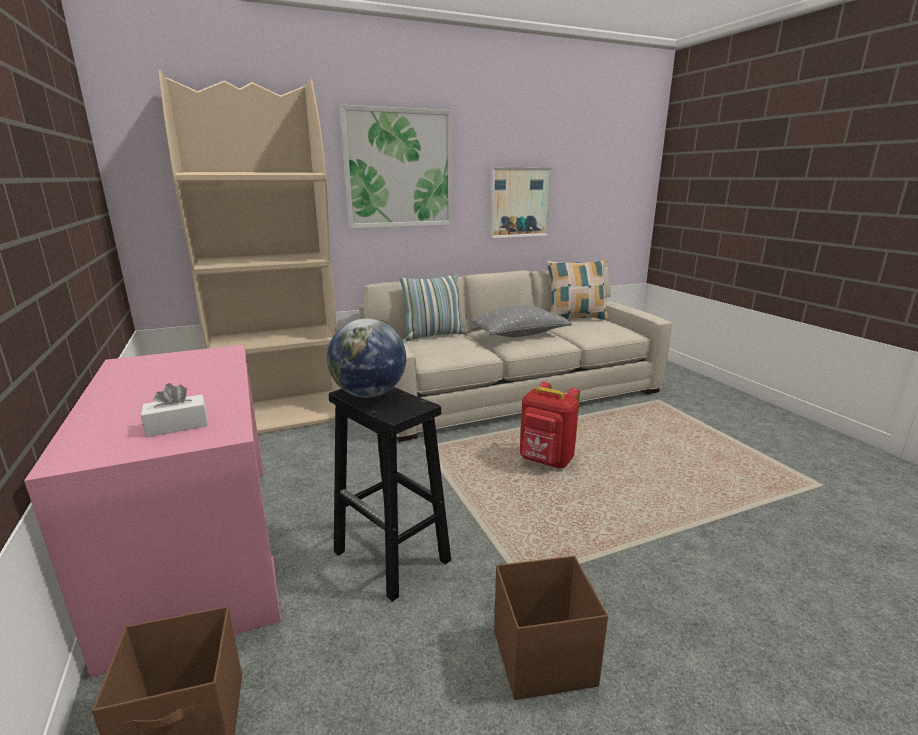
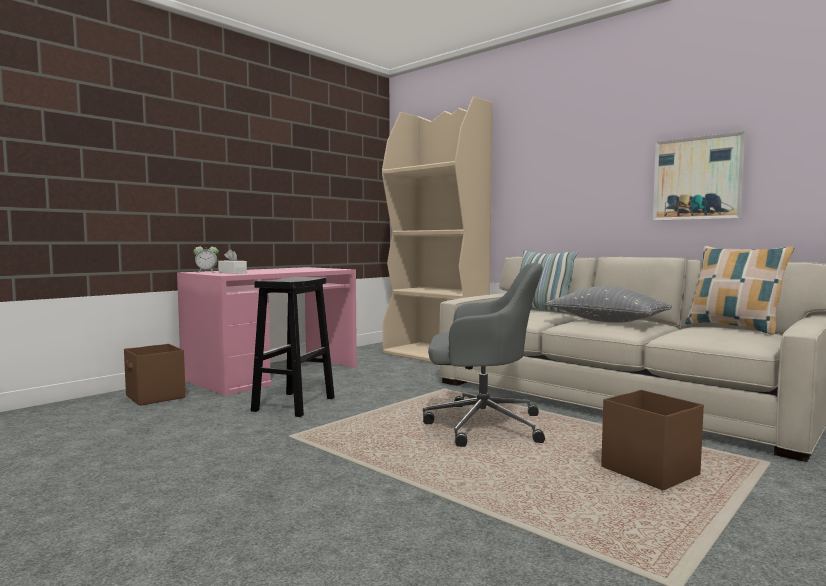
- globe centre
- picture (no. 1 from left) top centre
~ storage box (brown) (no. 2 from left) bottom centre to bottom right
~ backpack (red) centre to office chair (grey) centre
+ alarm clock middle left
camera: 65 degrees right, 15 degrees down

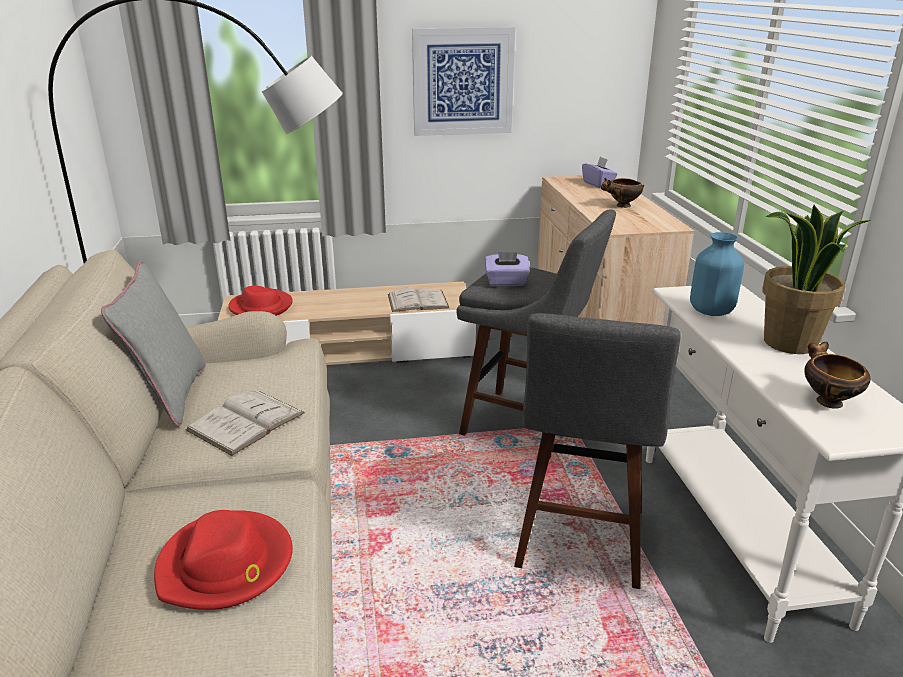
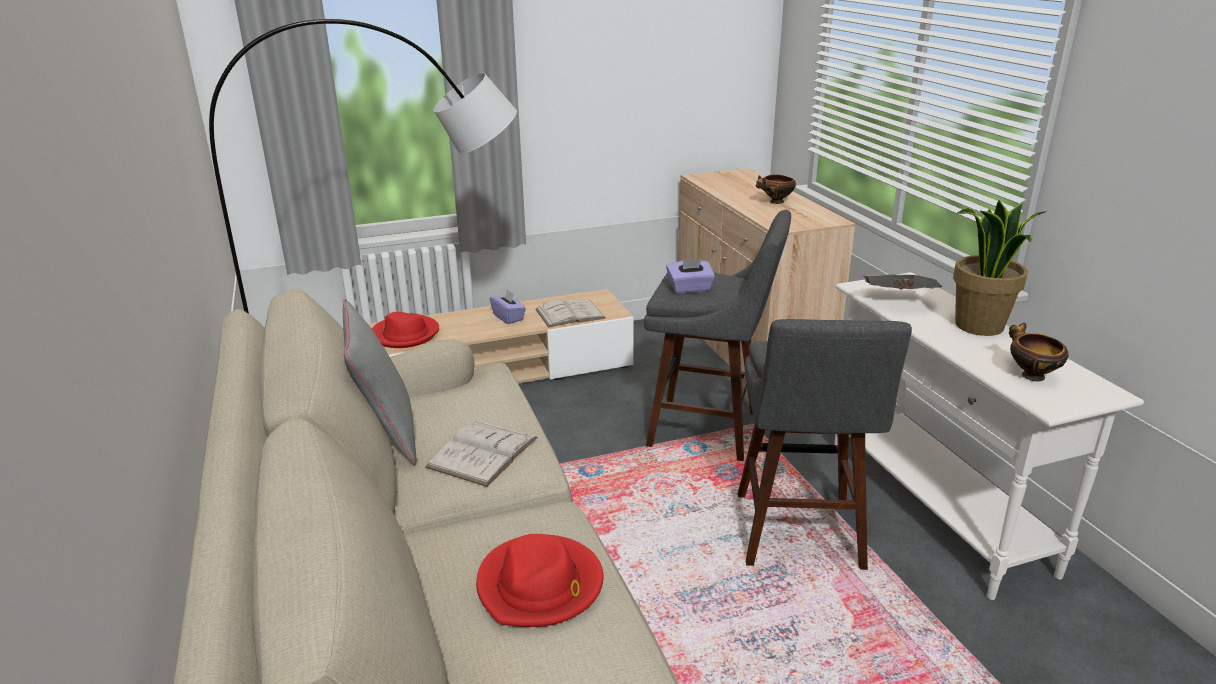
- picture top centre
~ tissue box (purple) (no. 2 from left in the first image) top centre to tissue box (purple) (no. 1 from left) centre
~ vase (blue) middle right to newspaper middle right
camera: 10 degrees left, 0 degrees up

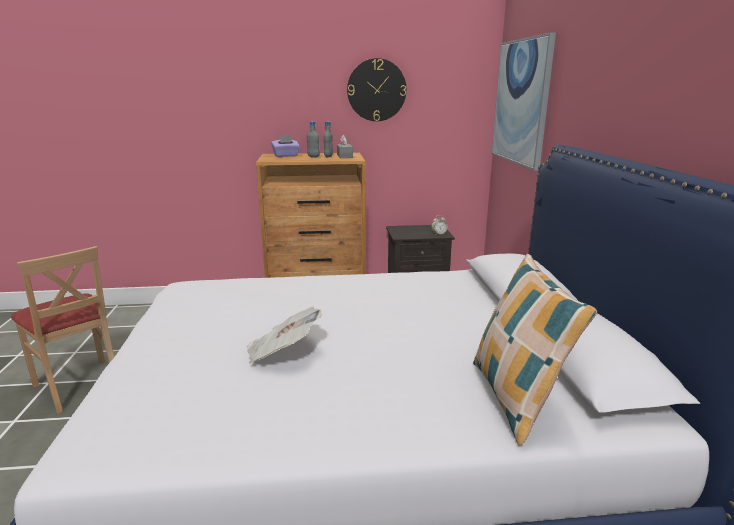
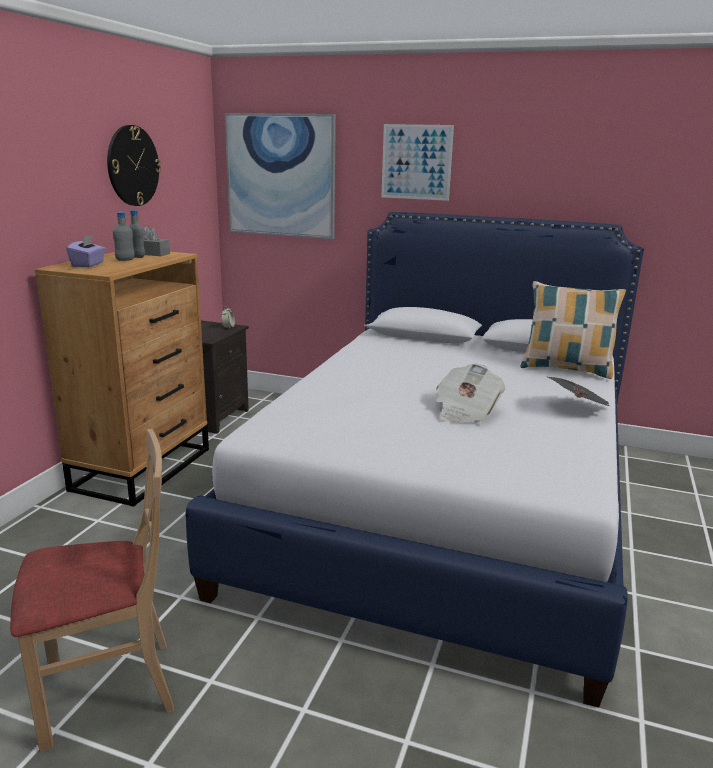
+ picture (no. 2 from left) top centre
+ newspaper (no. 2 from left) middle right
camera: 65 degrees left, 0 degrees up

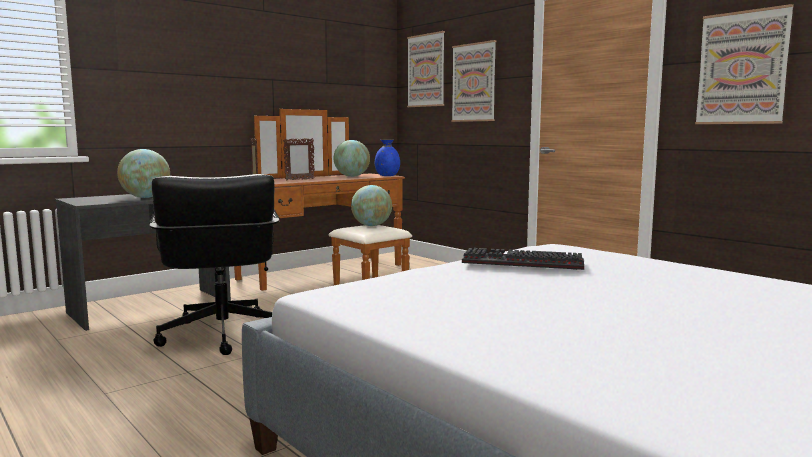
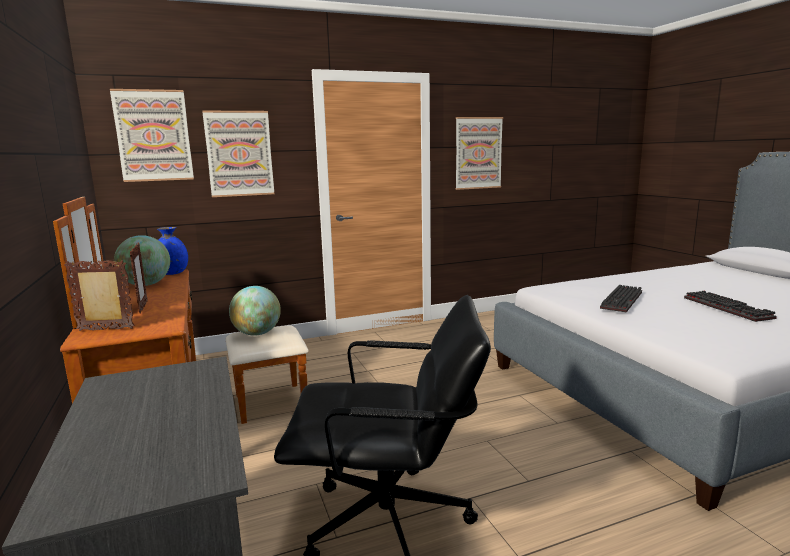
- globe (no. 1 from left) middle left
+ keyboard (no. 2 from left) middle right
camera: 70 degrees left, 5 degrees up

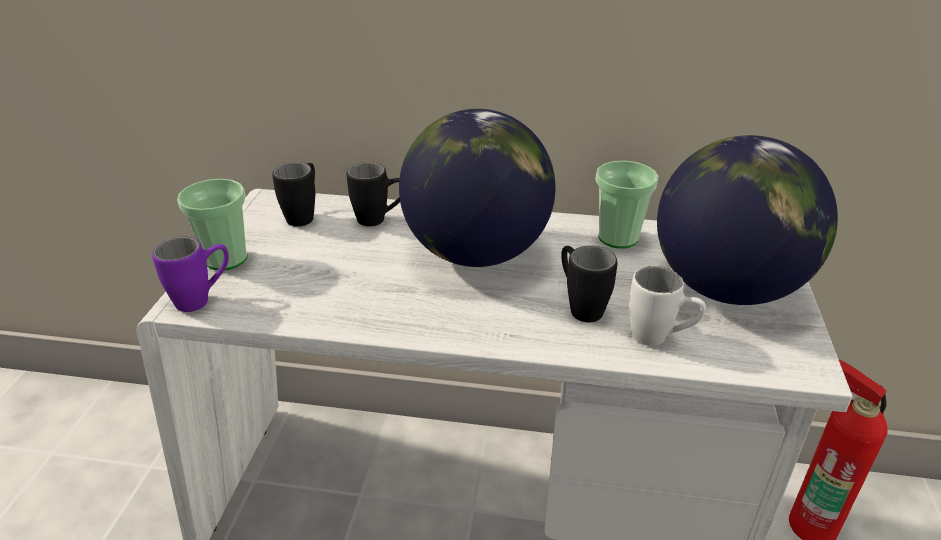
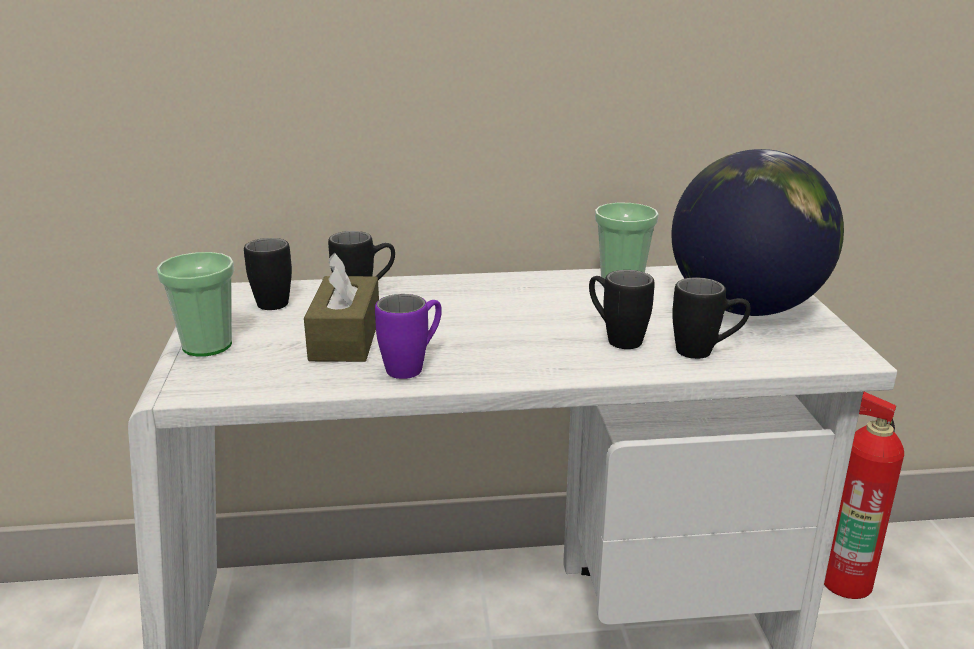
~ mug (purple) middle left to centre
- globe (no. 1 from left) centre
~ mug (white) middle right to mug (black) (no. 4 from left) middle right
+ tissue box (brown) centre
camera: 15 degrees left, 10 degrees down

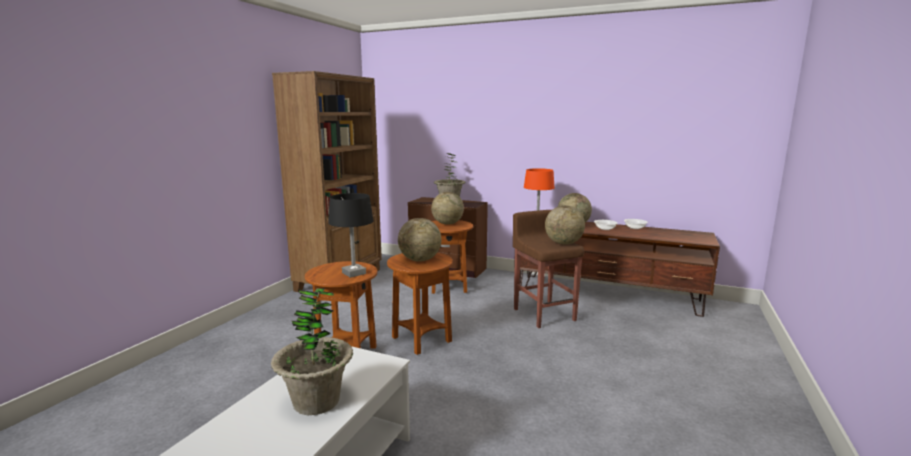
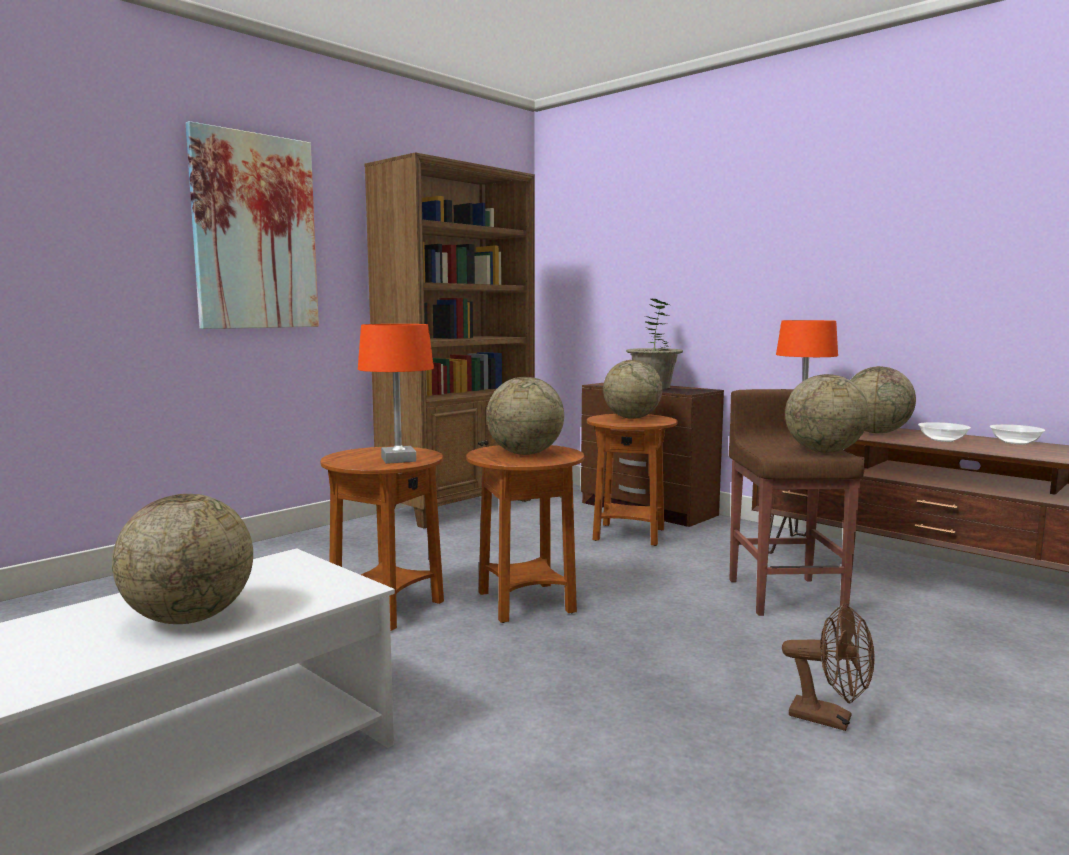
~ potted plant (no. 1 from left) bottom centre to globe (no. 1 from left) middle left
~ table lamp (black) centre to table lamp (orange) (no. 1 from left) centre
+ picture top left
+ fan (brown) bottom right
camera: 20 degrees right, 5 degrees down

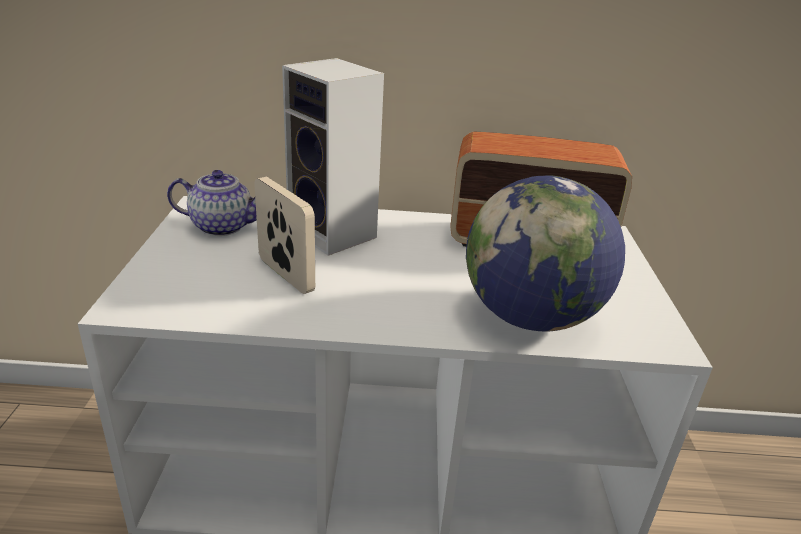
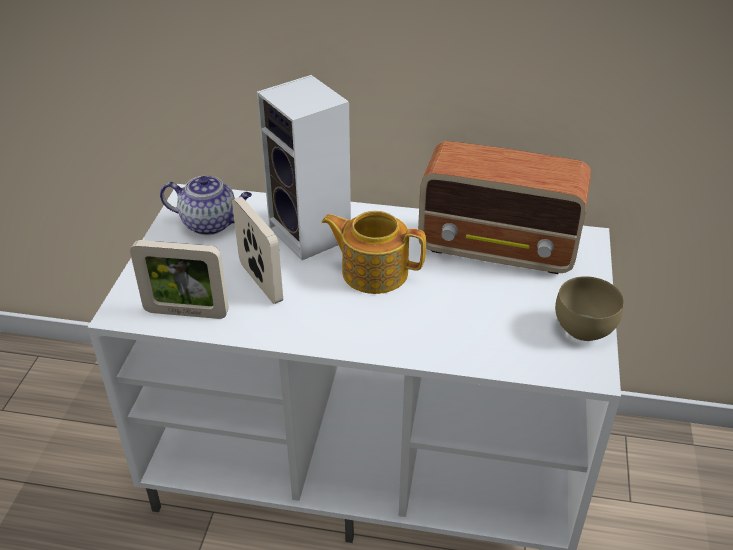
- globe middle right
+ picture frame (no. 1 from left) middle left
+ teapot (no. 2 from left) centre
+ bowl (brown) middle right
camera: 10 degrees right, 10 degrees up

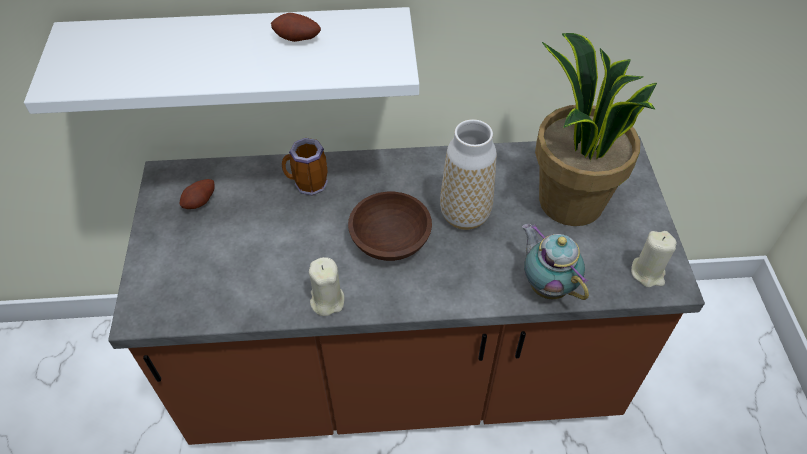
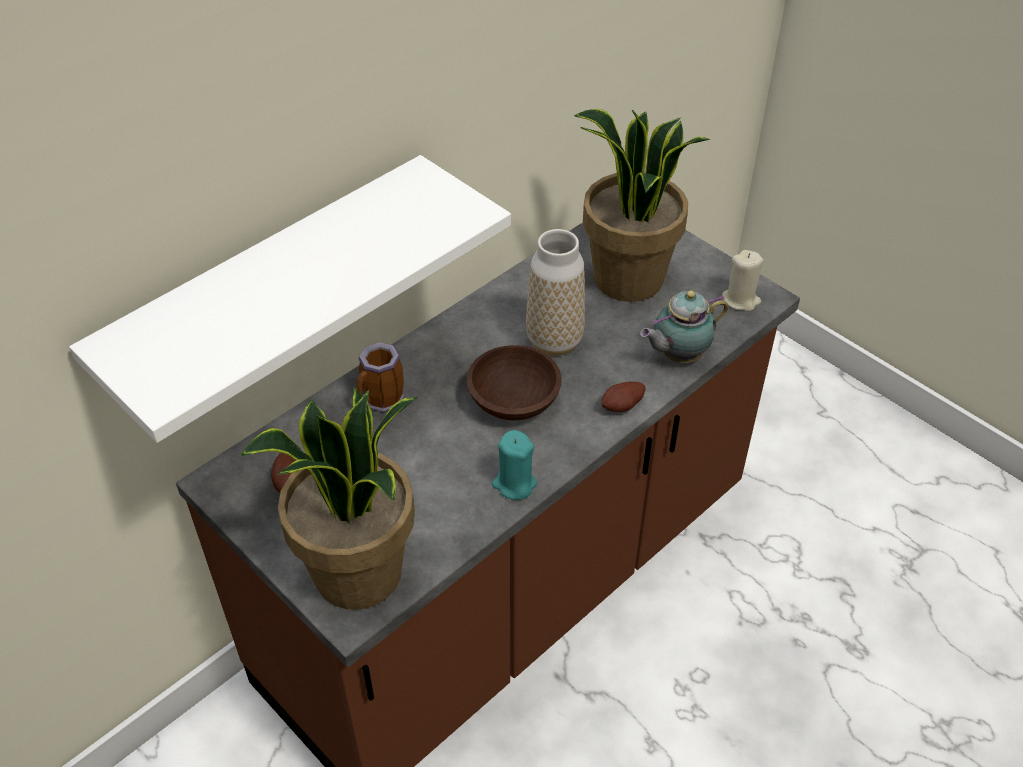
~ potato (no. 2 from left) top centre to centre
~ candle (beige) (no. 1 from left) centre to candle (turquoise) centre
~ teapot middle right = middle right 45 degrees counterclockwise
+ potted plant (no. 1 from left) middle left
camera: 40 degrees left, 5 degrees down

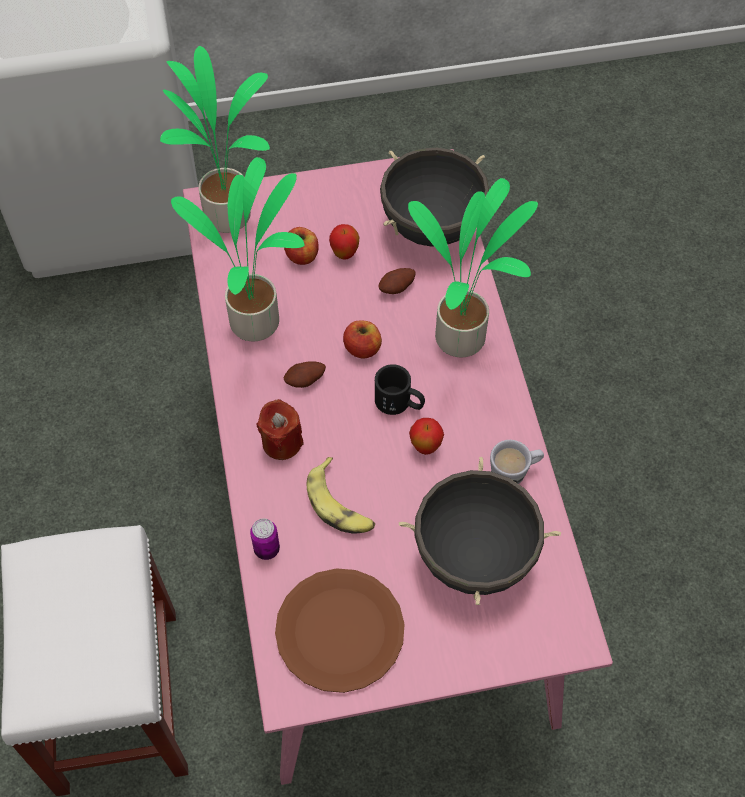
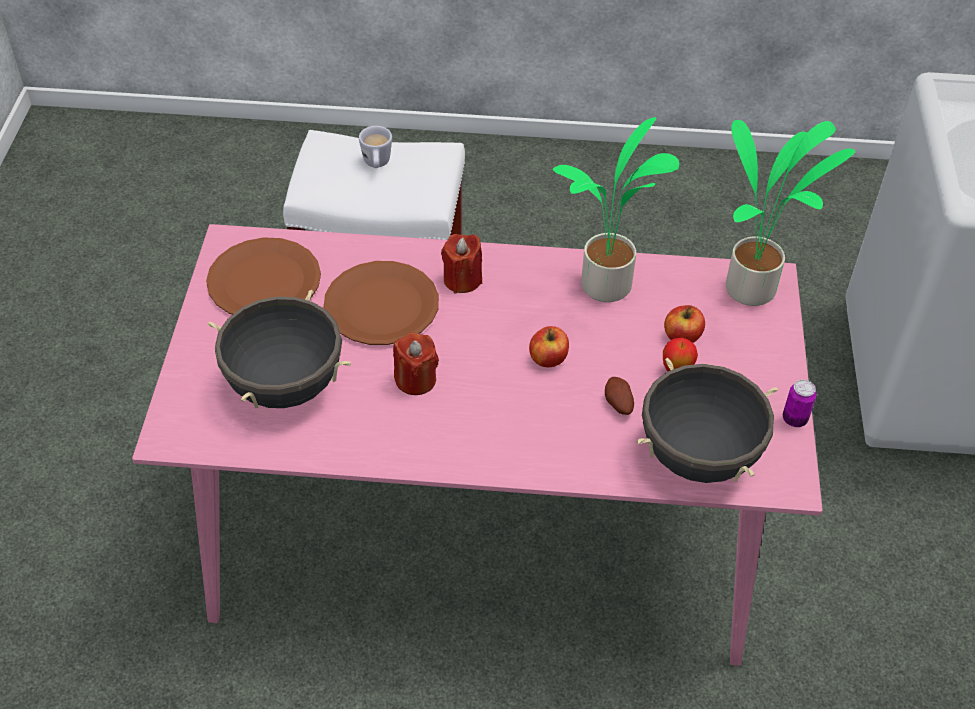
~ can bottom centre to middle right
- potato (no. 1 from left) centre
~ banana centre to plate (brown) (no. 2 from left) centre
- mug (black) centre
- potted plant (no. 3 from left) centre
~ apple (no. 4 from left) centre to candle (red) (no. 1 from left) centre
~ mug (white) middle right to top centre
camera: 105 degrees right, 10 degrees down

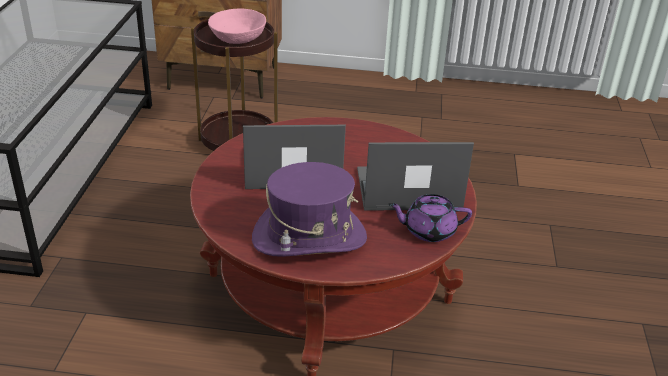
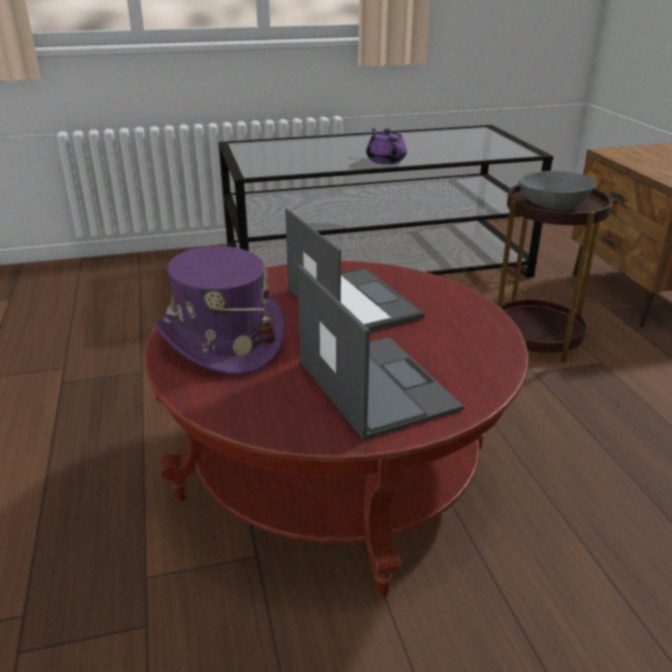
~ bowl (pink) top centre to bowl (grey) top right
~ teapot (purple) centre to top centre
camera: 70 degrees right, 5 degrees down

